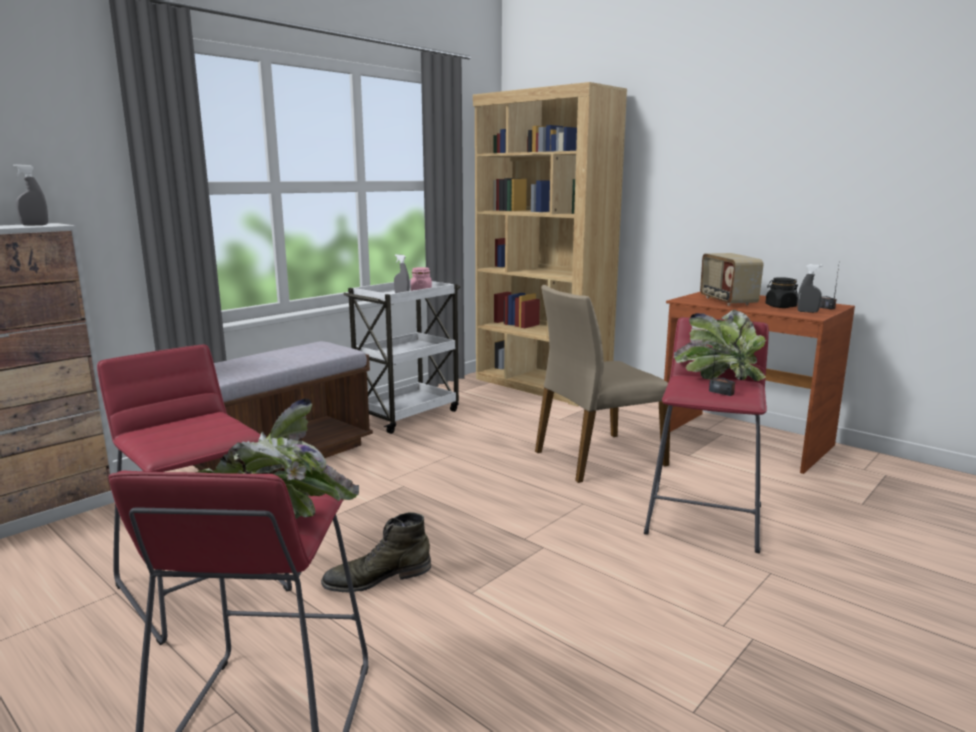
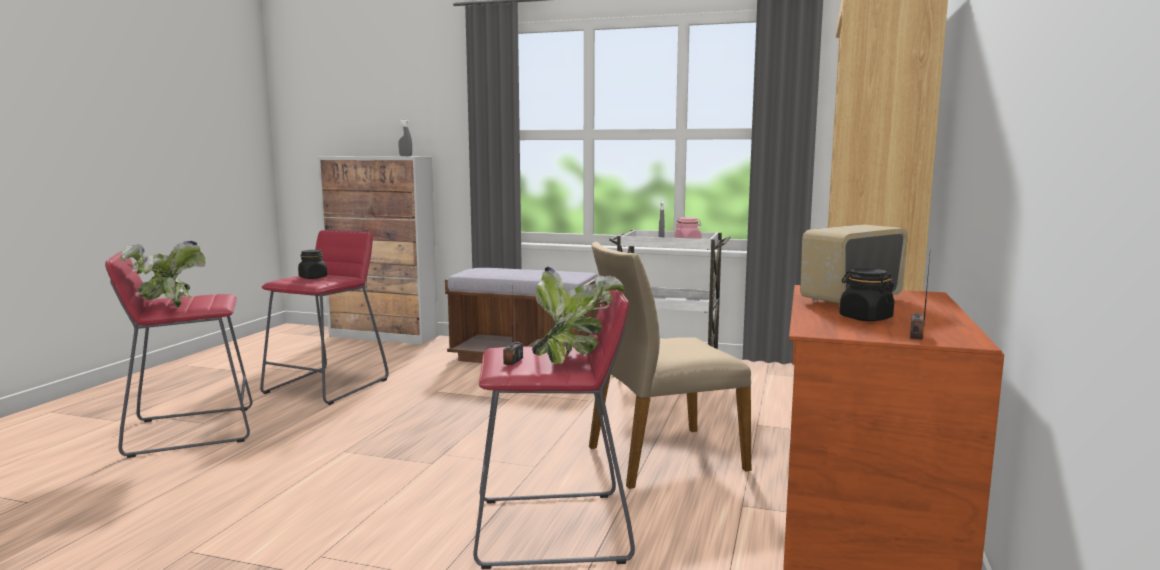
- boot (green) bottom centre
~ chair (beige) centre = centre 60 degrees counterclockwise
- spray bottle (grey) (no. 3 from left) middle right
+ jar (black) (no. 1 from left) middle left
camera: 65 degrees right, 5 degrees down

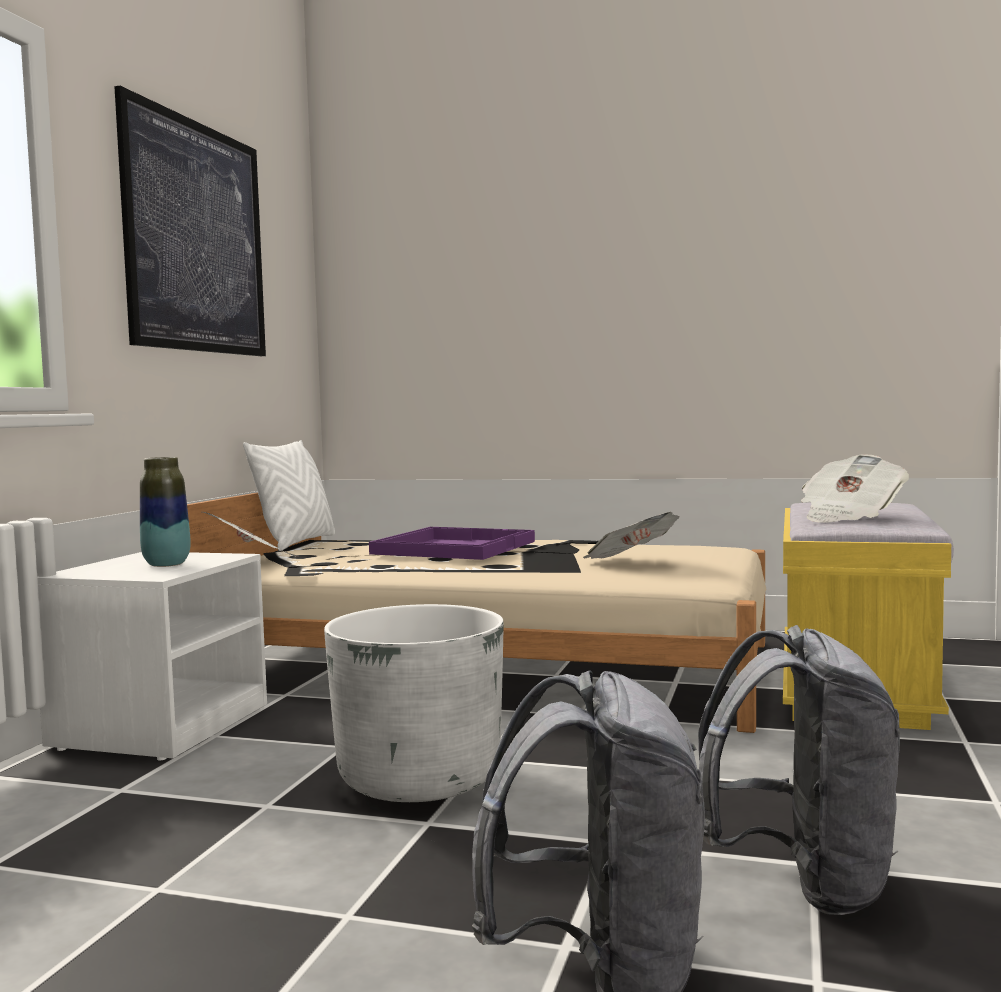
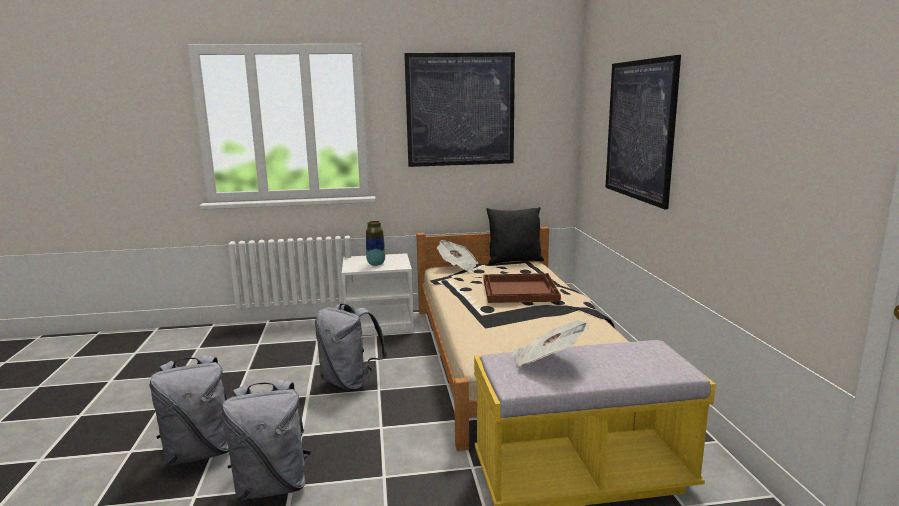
~ pillow (white) middle left to pillow (black) centre
~ planter (white) bottom centre to backpack (grey) (no. 3 from left) bottom centre
~ tray (purple) centre to tray (brown) centre
- newspaper (no. 2 from left) centre
+ picture (no. 2 from left) top right
camera: 65 degrees right, 10 degrees up

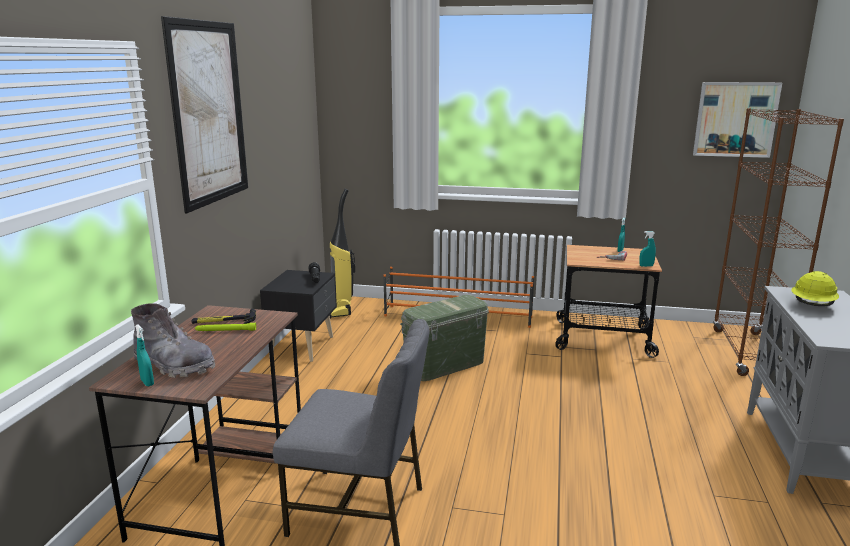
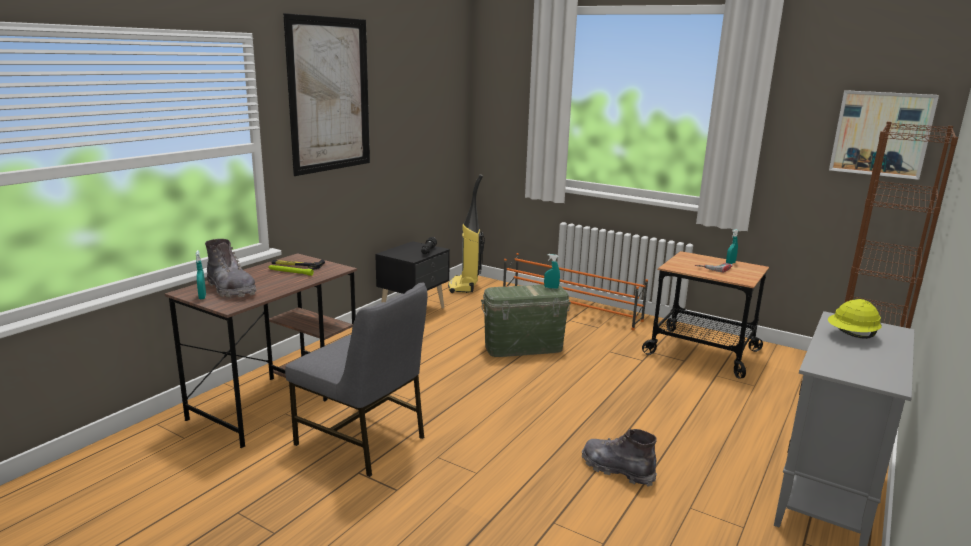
~ spray bottle (turquoise) (no. 3 from left in the first image) middle right to spray bottle (turquoise) (no. 2 from left) centre
+ boot (grey) (no. 2 from left) bottom centre
camera: 20 degrees right, 0 degrees up

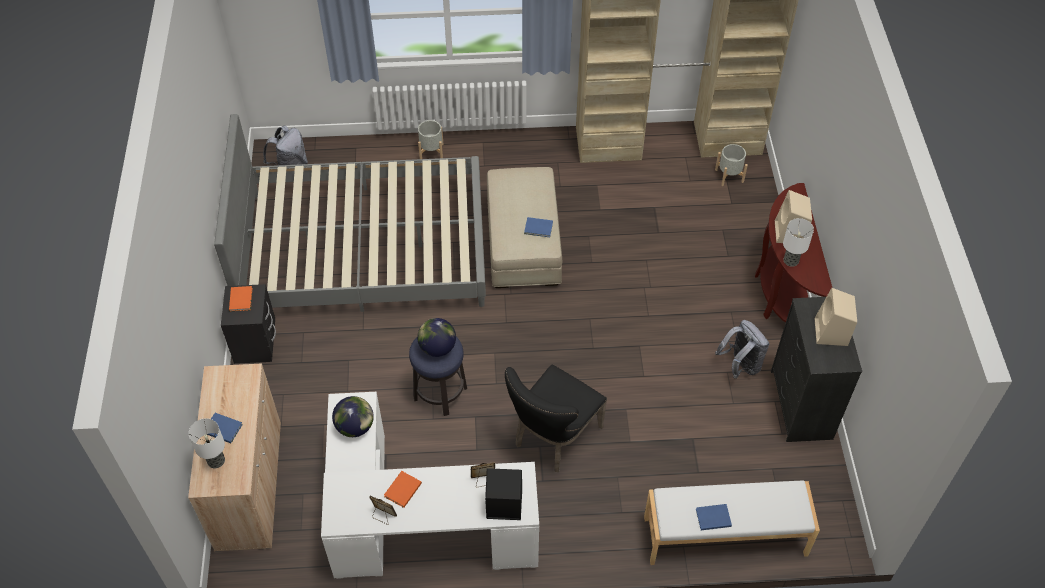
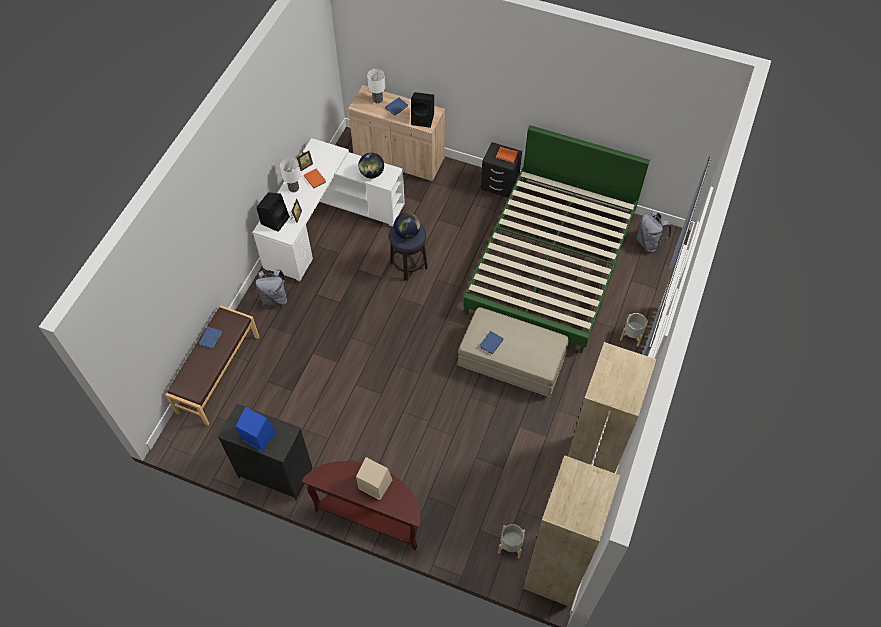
~ bed (grey) centre to bed (green) centre
- chair (black) bottom centre
~ bench (white) bottom right to bench (brown) middle left
~ backpack (grey) (no. 2 from left in the first image) middle right to backpack (grey) (no. 1 from left) middle left
~ table lamp (no. 2 from left in the first image) middle right to table lamp (no. 1 from left) top left
~ speaker (beige) (no. 2 from left) middle right to speaker (blue) bottom left
+ speaker (black) (no. 2 from left) top centre
camera: 115 degrees right, 5 degrees up

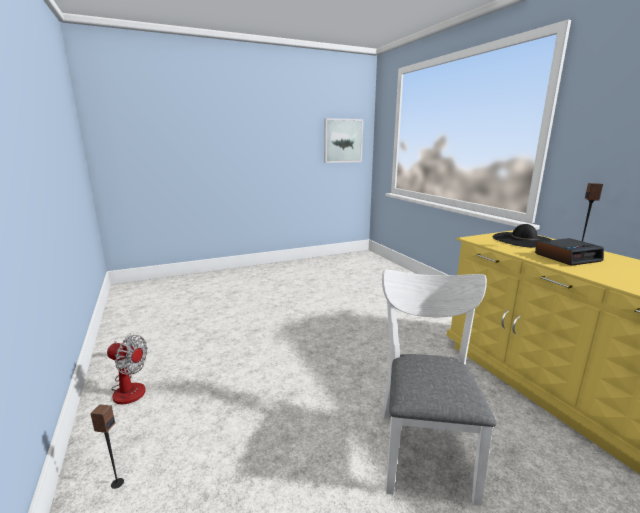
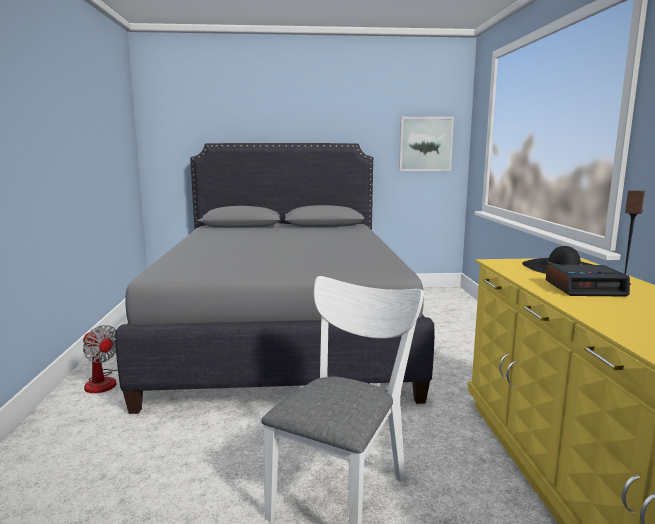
- speaker (no. 1 from left) bottom left
+ bed (grey) centre
camera: 20 degrees right, 5 degrees down

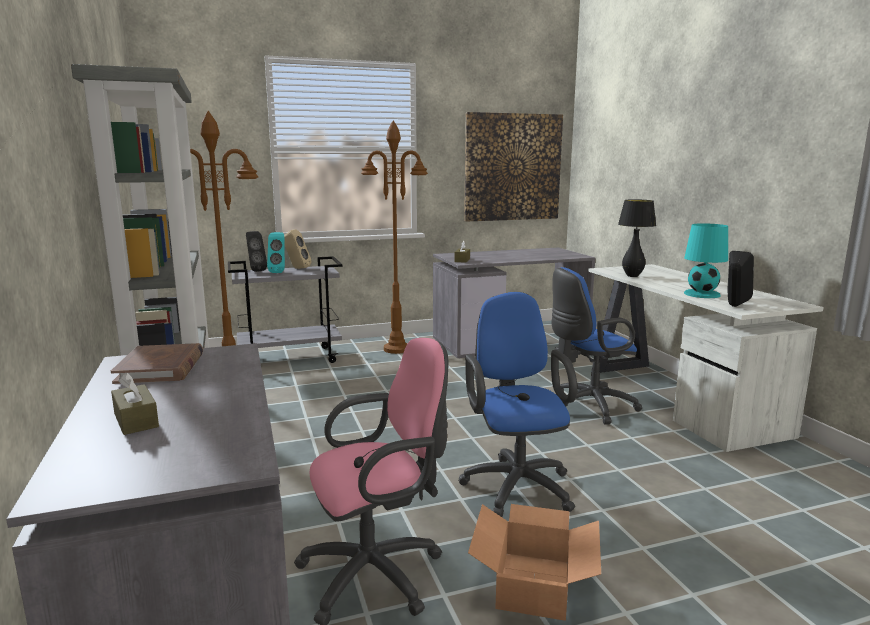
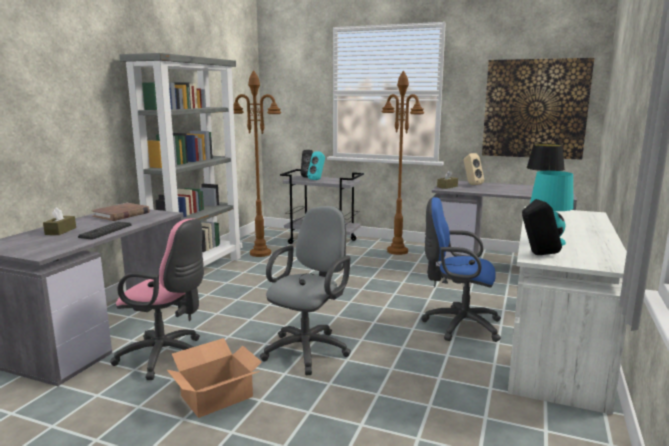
~ speaker (beige) centre to middle right
~ office chair (blue) (no. 1 from left) centre to office chair (grey) centre
+ keyboard middle left
camera: 40 degrees right, 0 degrees up

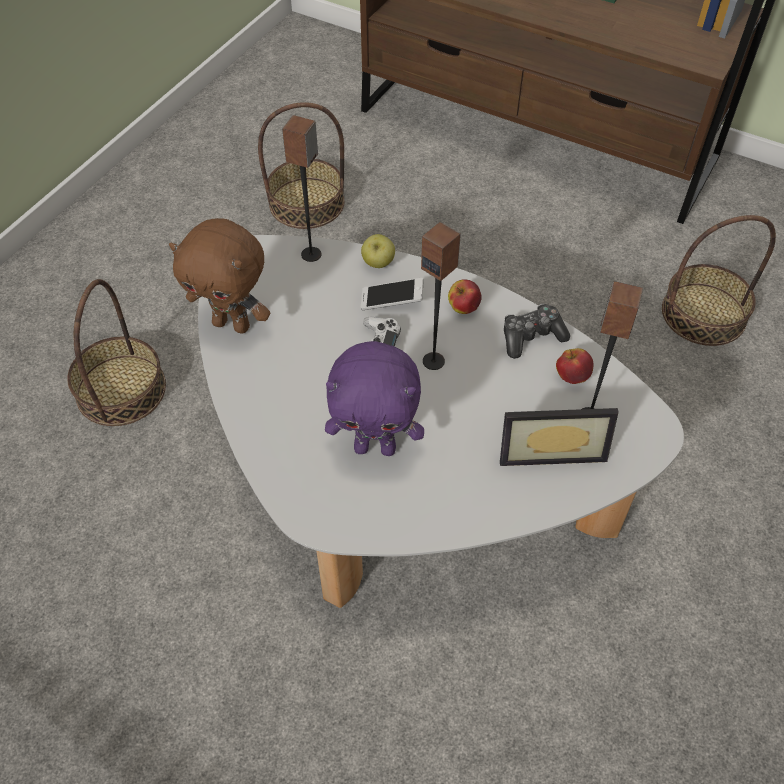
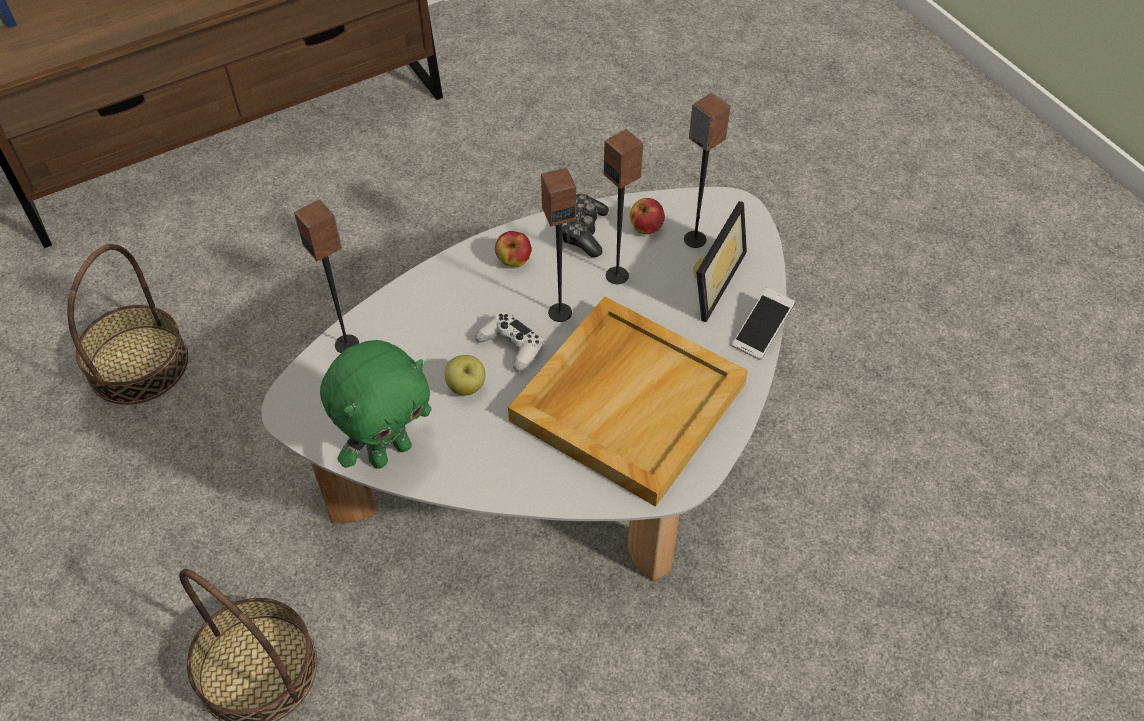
~ plush toy (brown) middle left to plush toy (green) middle left
~ plush toy (purple) centre to tray (beige) centre
~ apple (no. 1 from left) top centre to centre
~ phone centre to middle right
- basket (no. 3 from left) middle right
+ speaker (no. 3 from left) top centre
camera: 60 degrees left, 0 degrees up

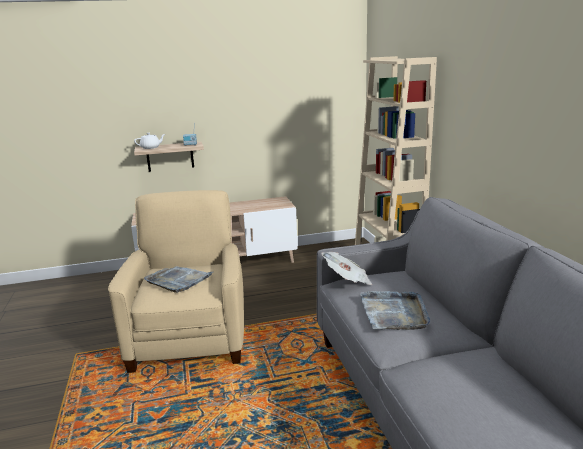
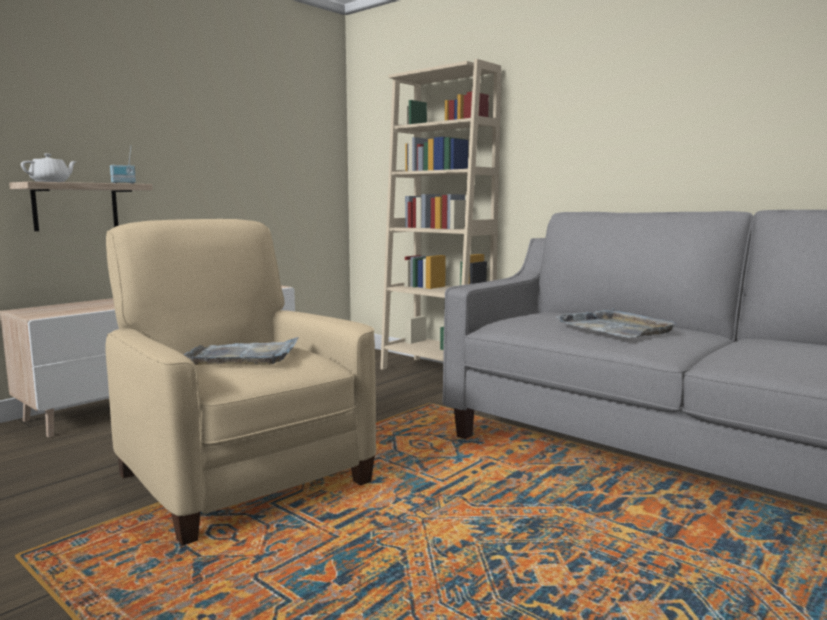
- newspaper centre
camera: 35 degrees left, 10 degrees down

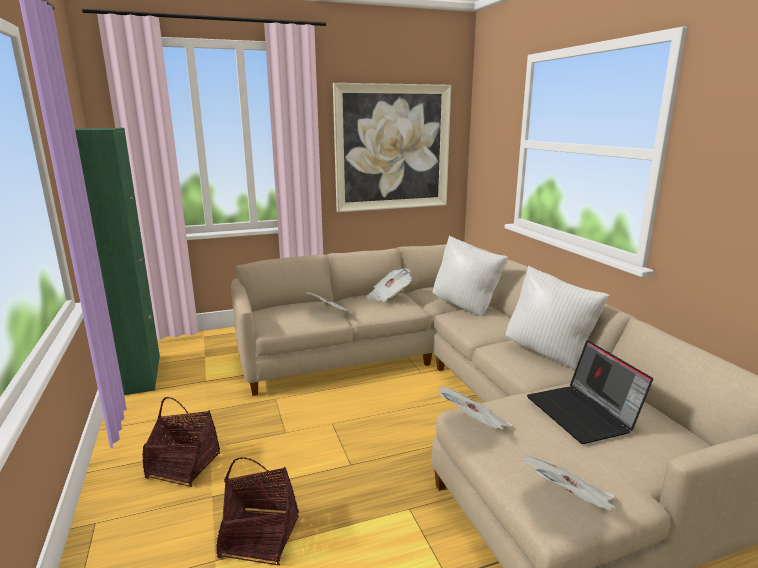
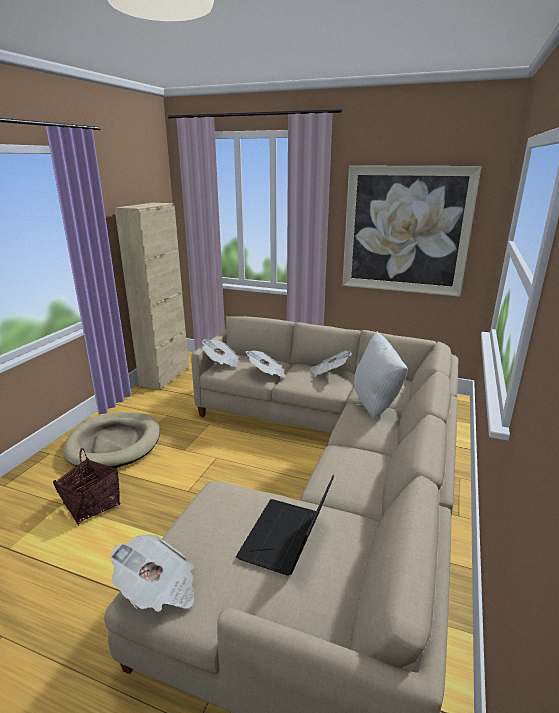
~ cabinet (green) middle left to cabinet (beige) middle left
~ basket (no. 1 from left) bottom left to dog bed (beige) middle left
~ newspaper (no. 3 from left in the first image) bottom centre to newspaper (no. 2 from left) centre
- pillow (white) (no. 2 from left) middle right
camera: 40 degrees right, 5 degrees up

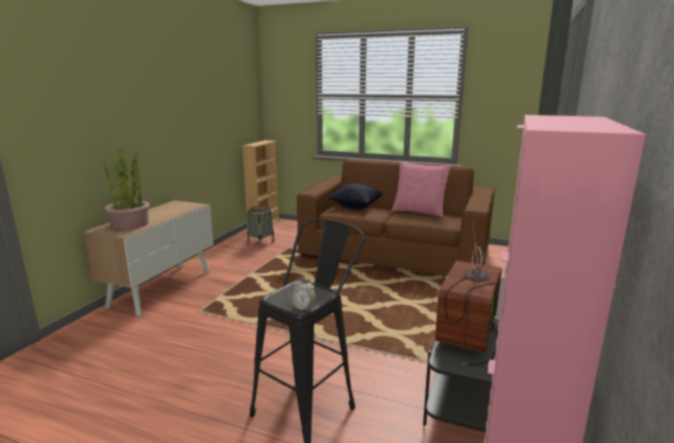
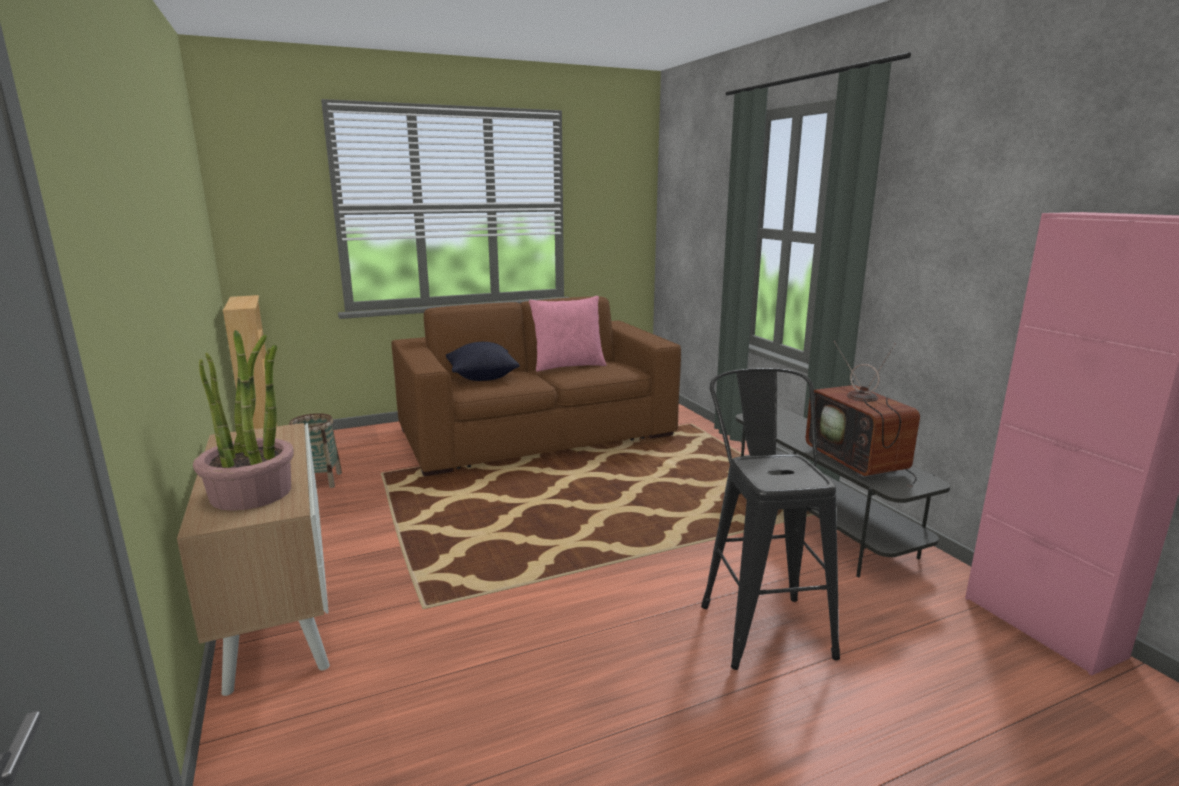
- alarm clock centre
camera: 45 degrees left, 0 degrees up

